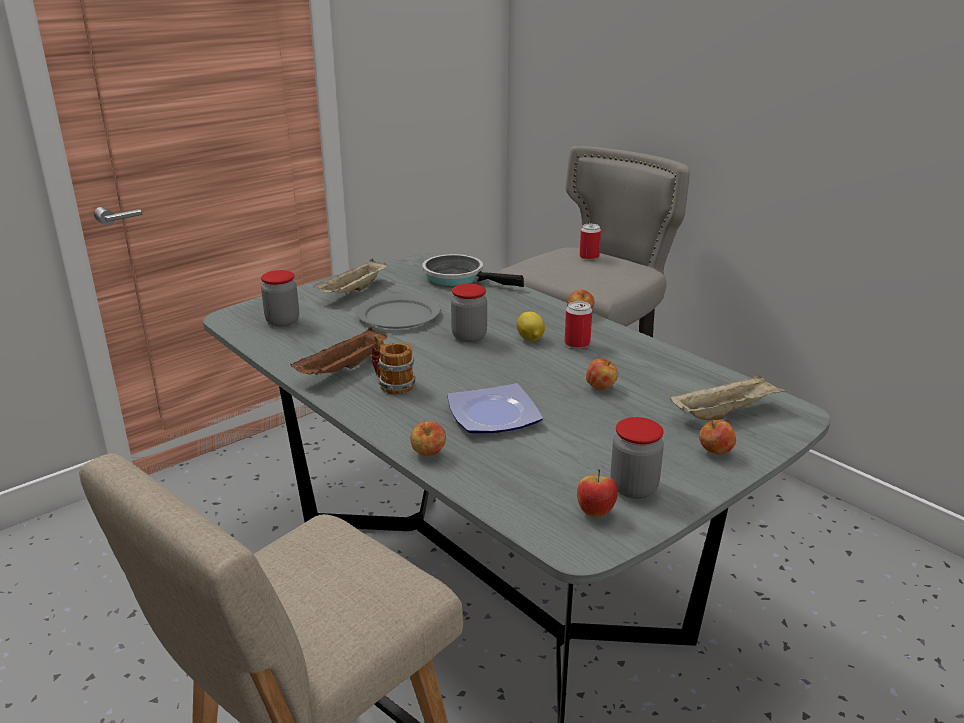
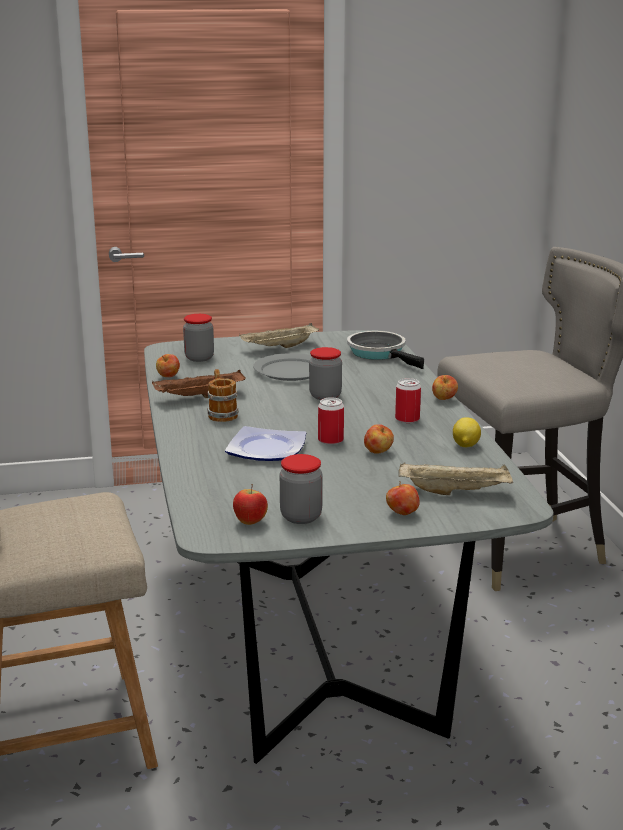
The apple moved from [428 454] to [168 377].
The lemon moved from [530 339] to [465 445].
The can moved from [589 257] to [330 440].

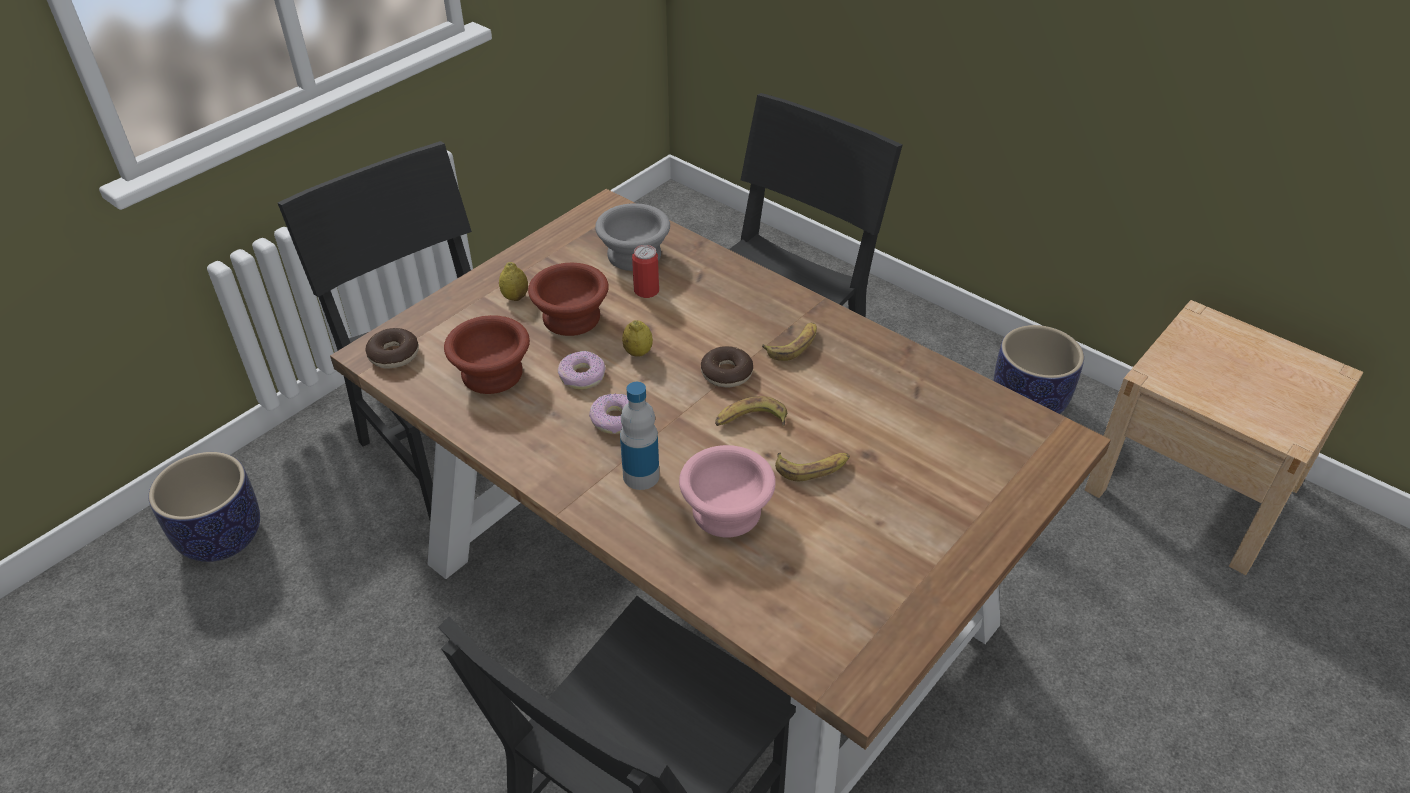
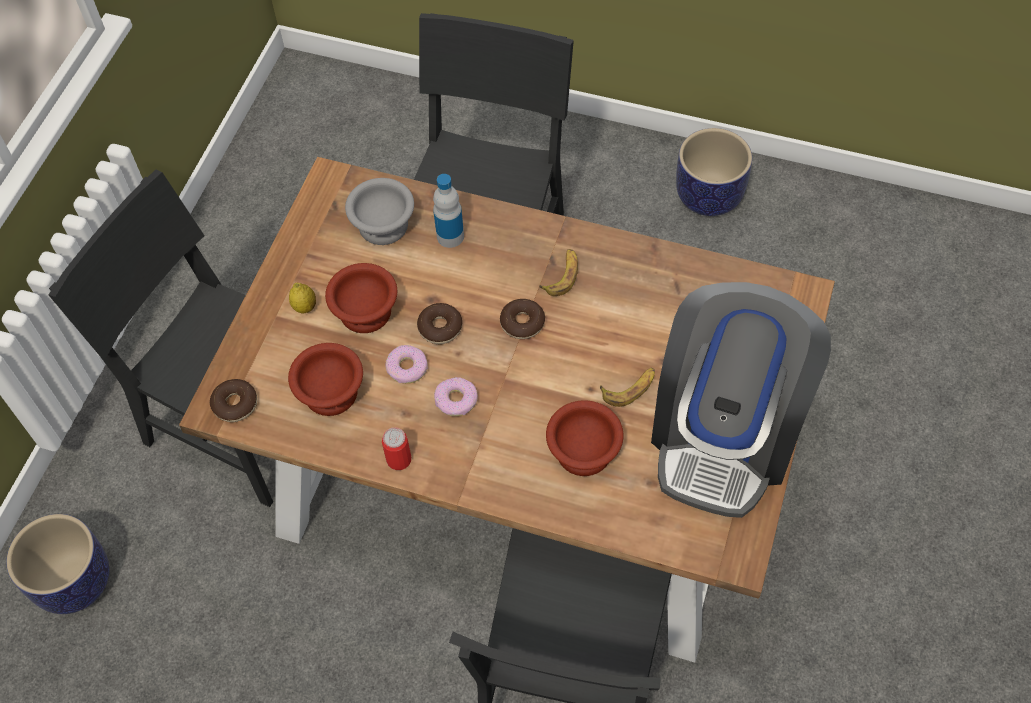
The banana at [750 421] disappeared.
The beige nightstand at [1193 487] disappeared.
The coffee machine at [726 433] appeared.
The bottle moved from [641 476] to [450 236].
The can moved from [646 291] to [399 459].
The lemon at [638 352] was replaced by the donut at [440 327].
The pink bowl at [729 512] became the brown bowl at [586 451].

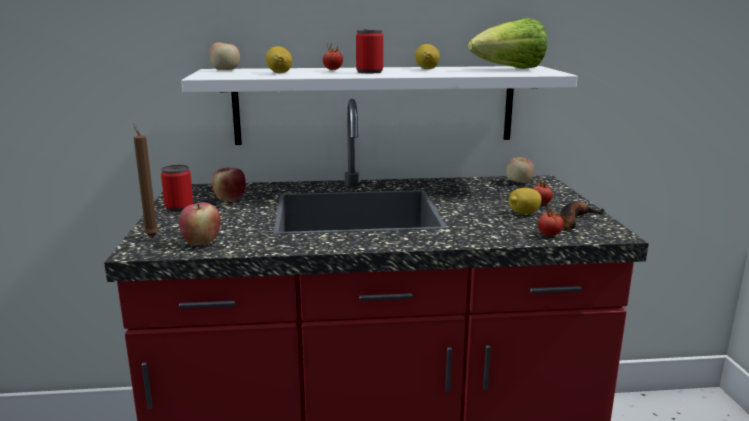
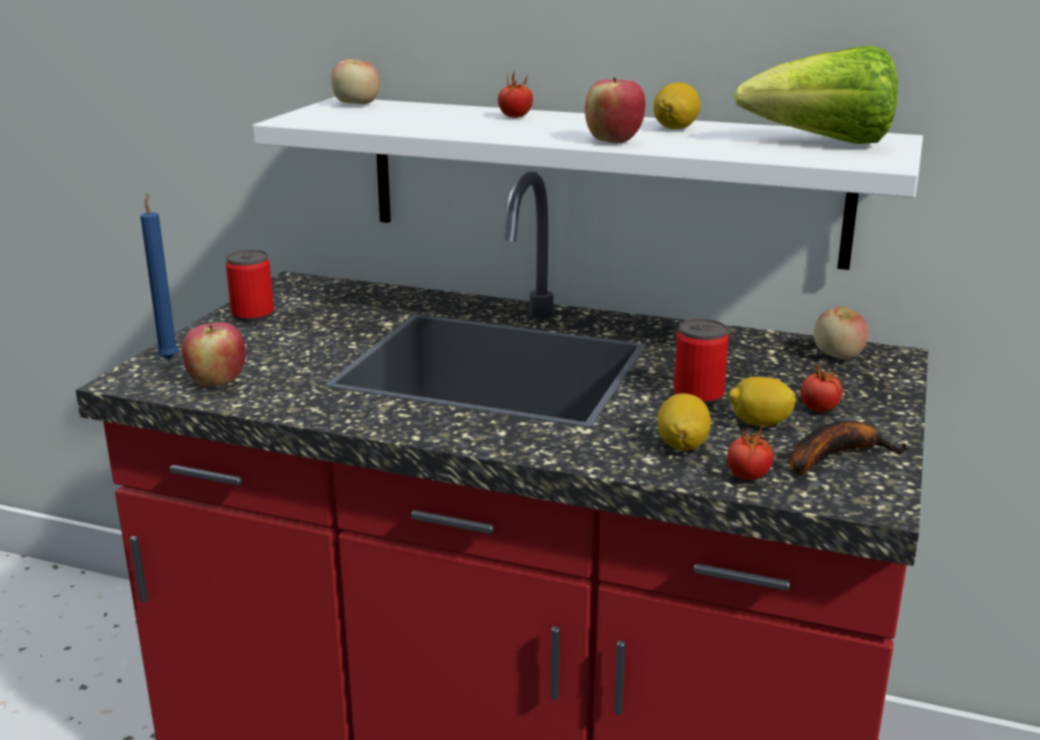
The apple moved from [230 200] to [613 141].
The lemon moved from [279 72] to [682 445].
The can moved from [369 72] to [698 396].
The brown candle at [151 236] became the blue candle at [169 358].

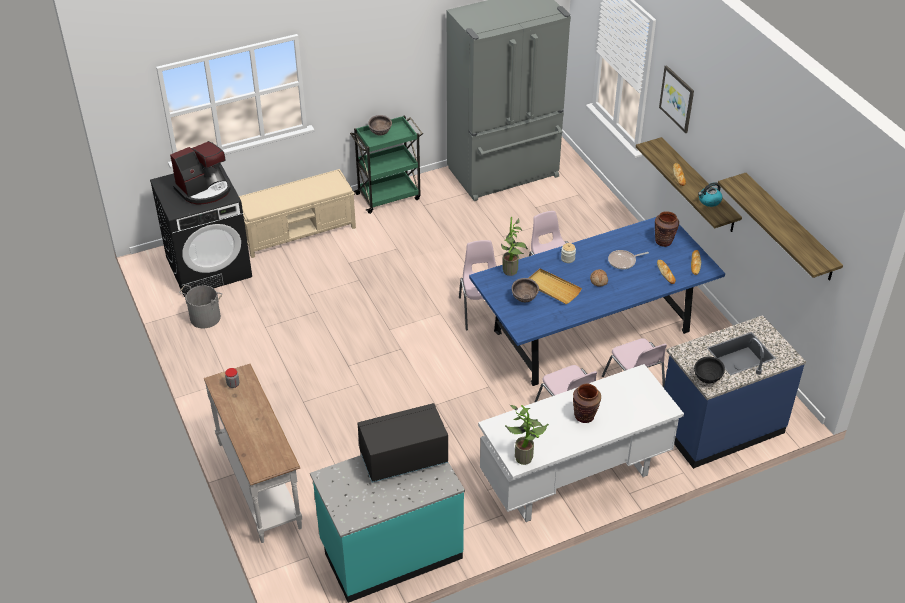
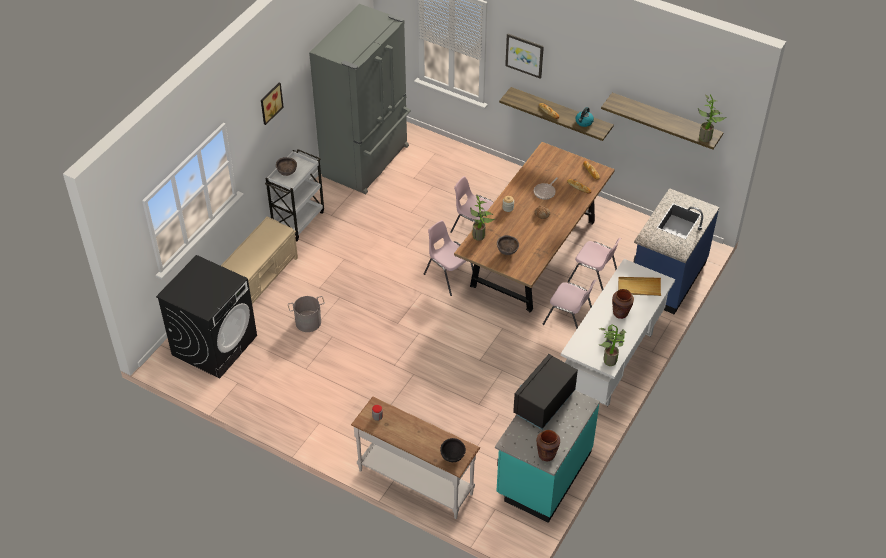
The coffee machine at [204 190] disappeared.
The picture at [270 102] appeared.
The potted plant at [706 137] appeared.
The grey bucket moved from [205 317] to [308 322].
The beige tray moved from [552 288] to [639 288].
The brown vase moved from [663 241] to [546 455].
The black bowl moved from [707 379] to [452 457].
The green cart at [389 196] became the white cart at [298 220].
The blue dining table at [591 331] became the brown dining table at [533 253].

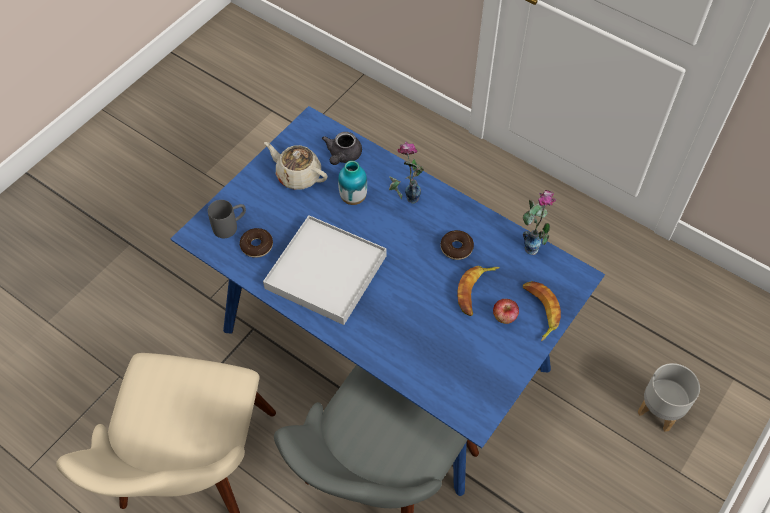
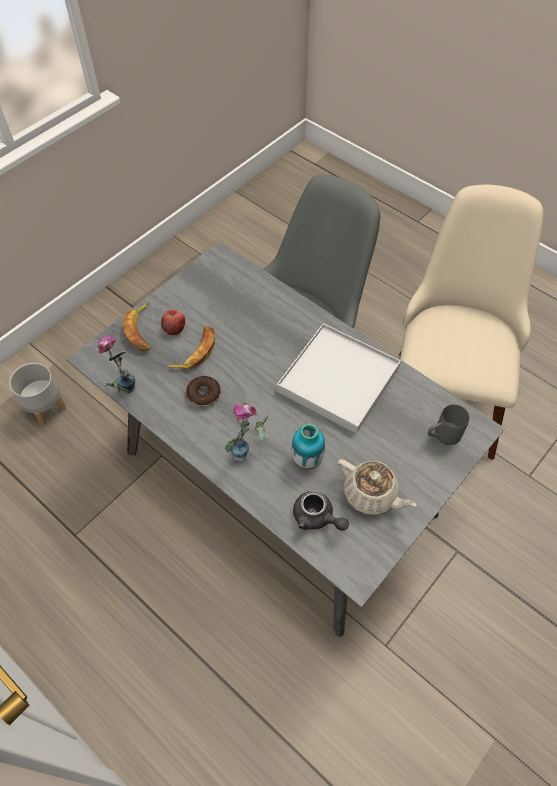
The donut at [257 246] disappeared.
The blue dining table at [387 348] became the grey dining table at [276 482].
The grey teapot at [343 156] turned 105 degrees clockwise.

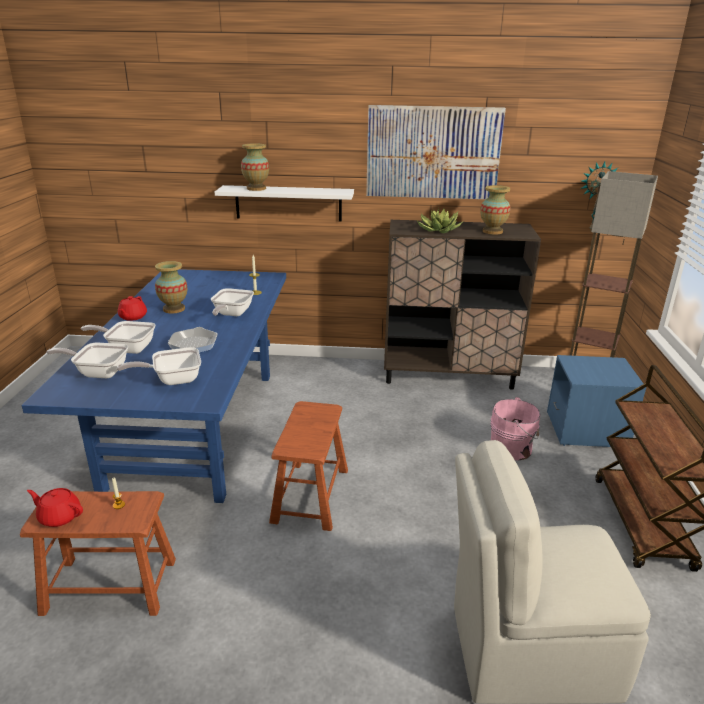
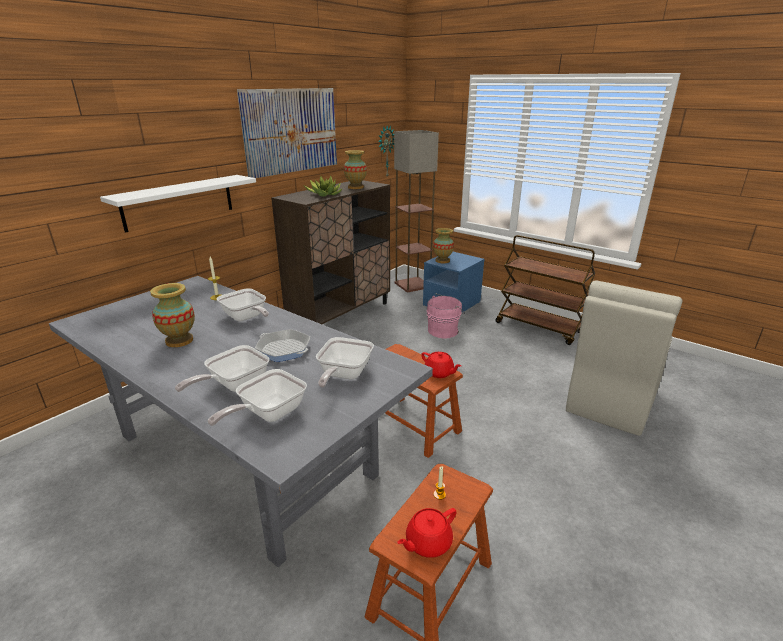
The red teapot moved from [132 317] to [439 373].
The vase moved from [256 188] to [442 261].
The blue dining table at [196 426] became the grey dining table at [242 454].

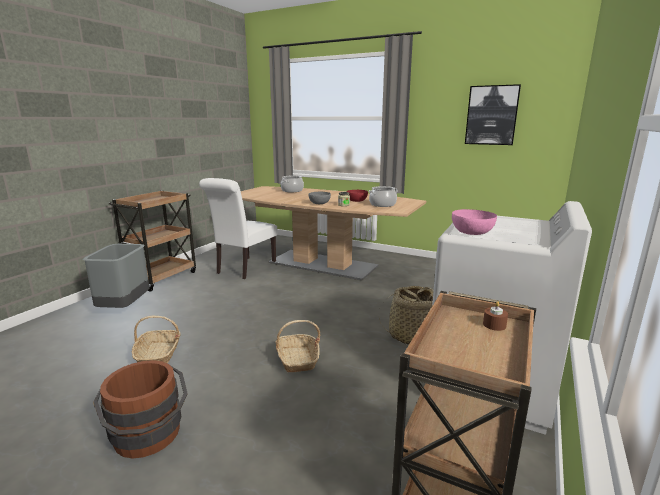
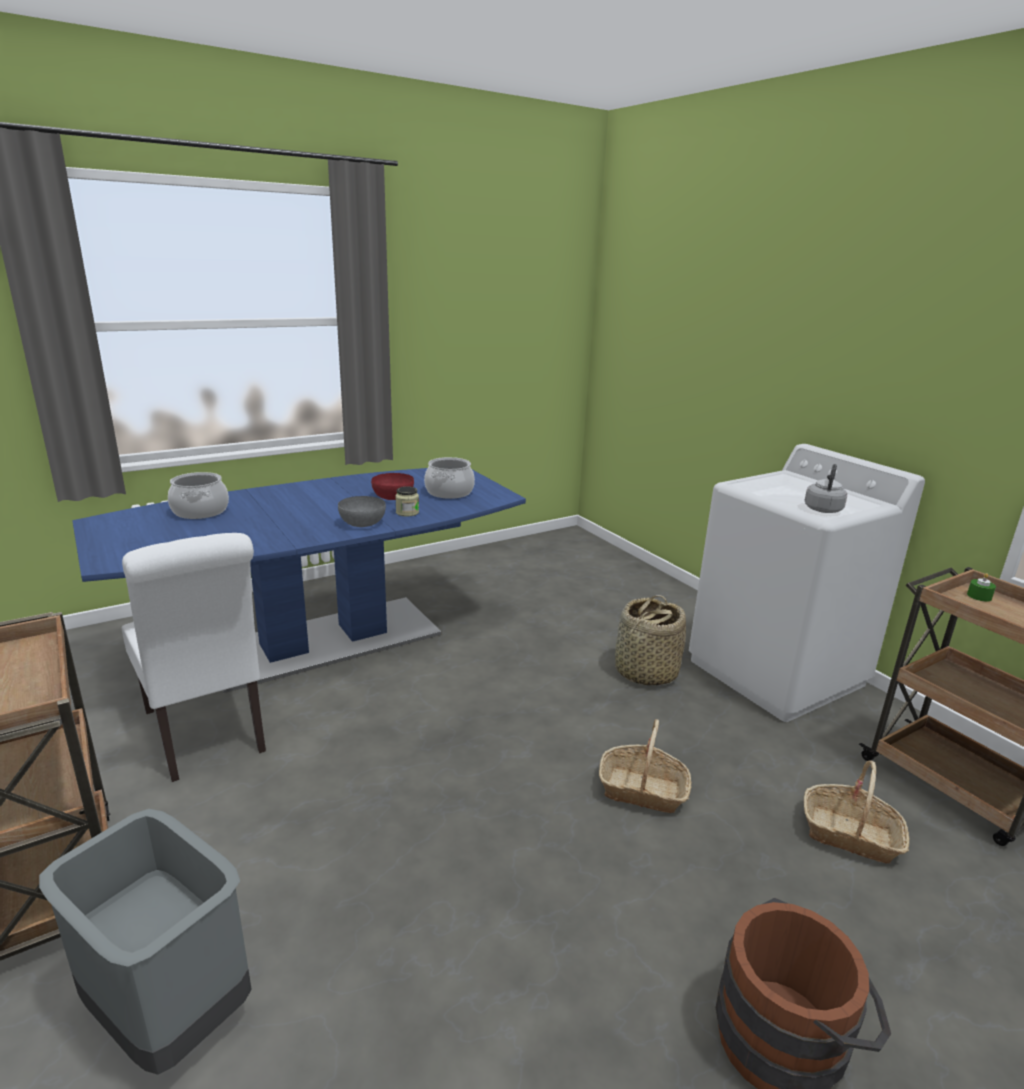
The picture at [491 115] disappeared.
The basket moved from [158 354] to [850 834].
The pink bowl at [472 232] was replaced by the grey kettle at [823 509].
The brown dining table at [322 264] became the blue dining table at [324 641].
The brown candle at [494 325] became the green candle at [979 596].

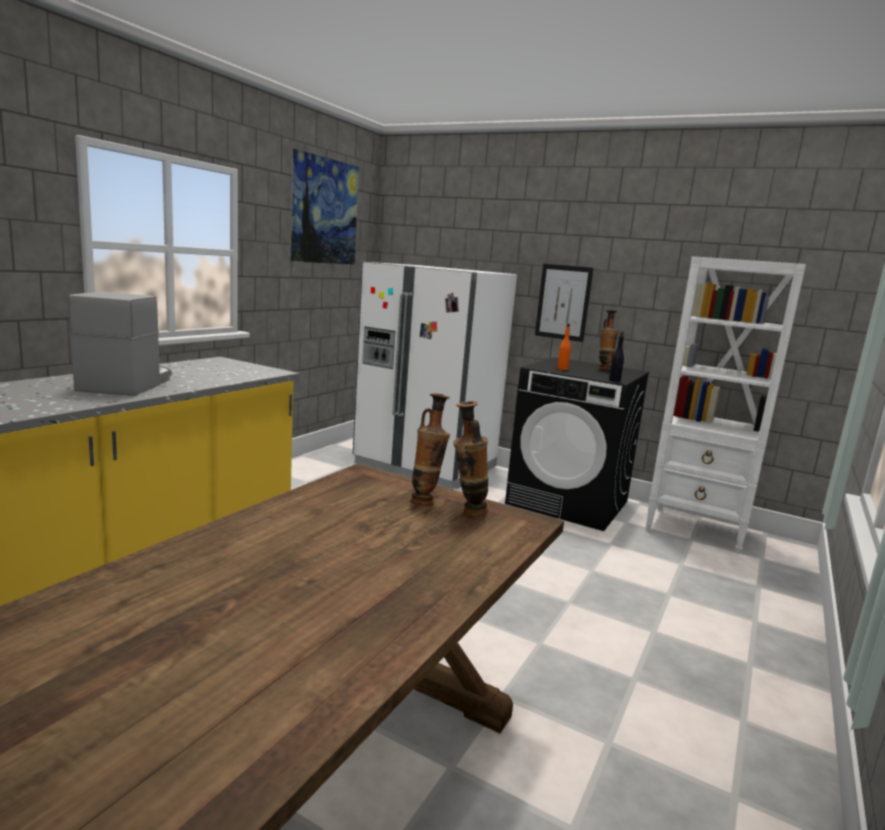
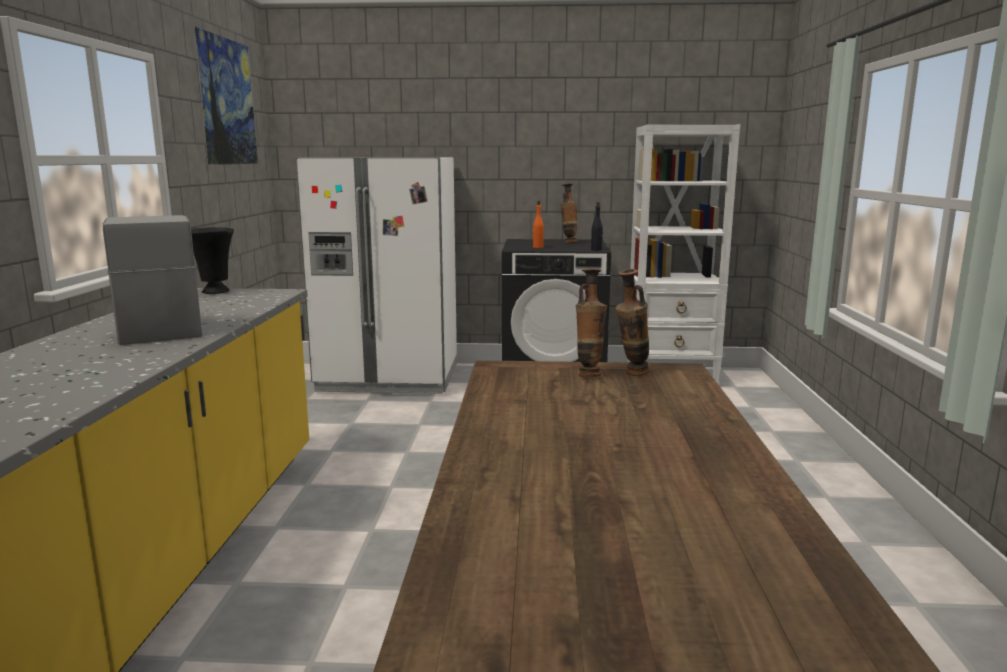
The picture at [563 302] disappeared.
The black vase at [215 292] appeared.

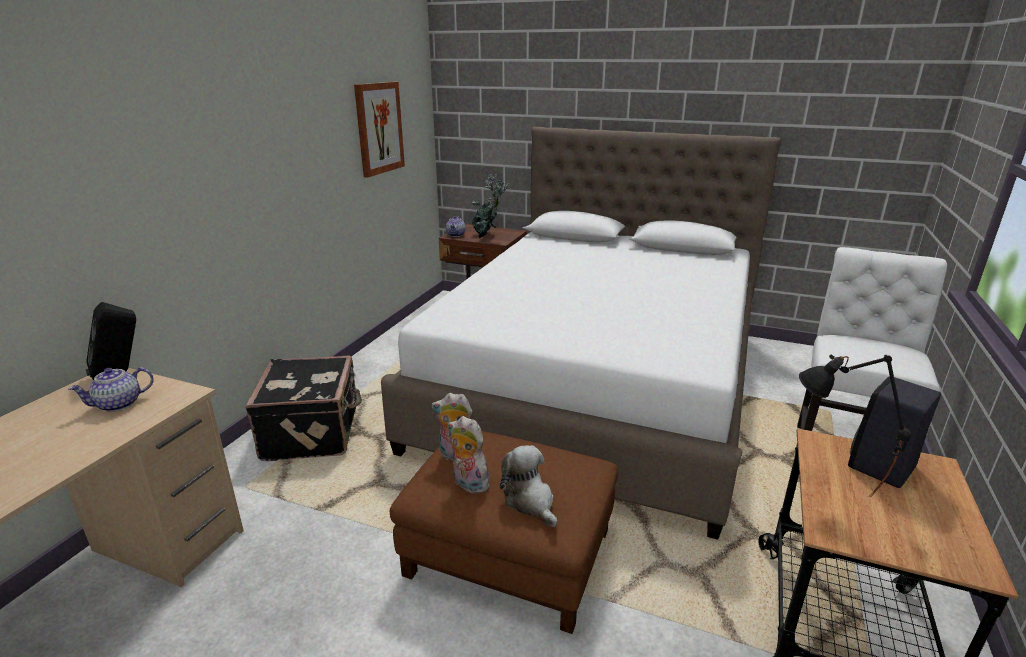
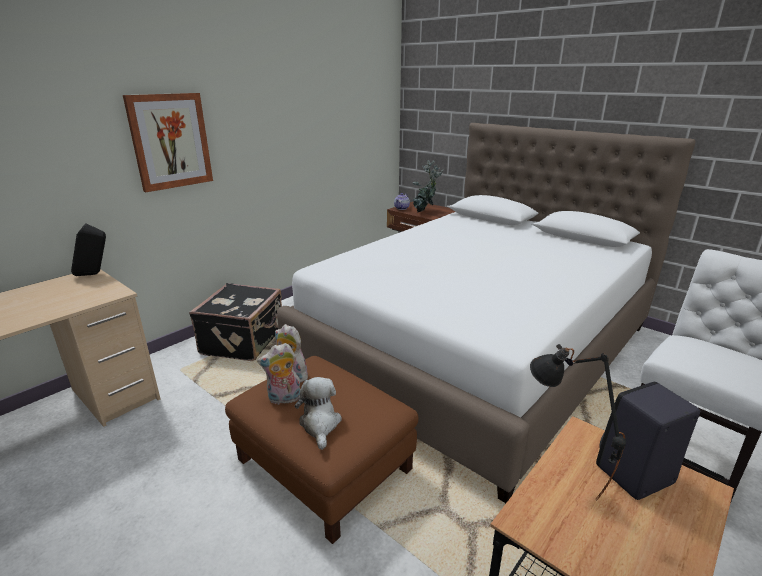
The teapot at [119 404] disappeared.
The picture moved from [379 128] to [170 141].
The plush toy at [468 484] turned 75 degrees counterclockwise.

